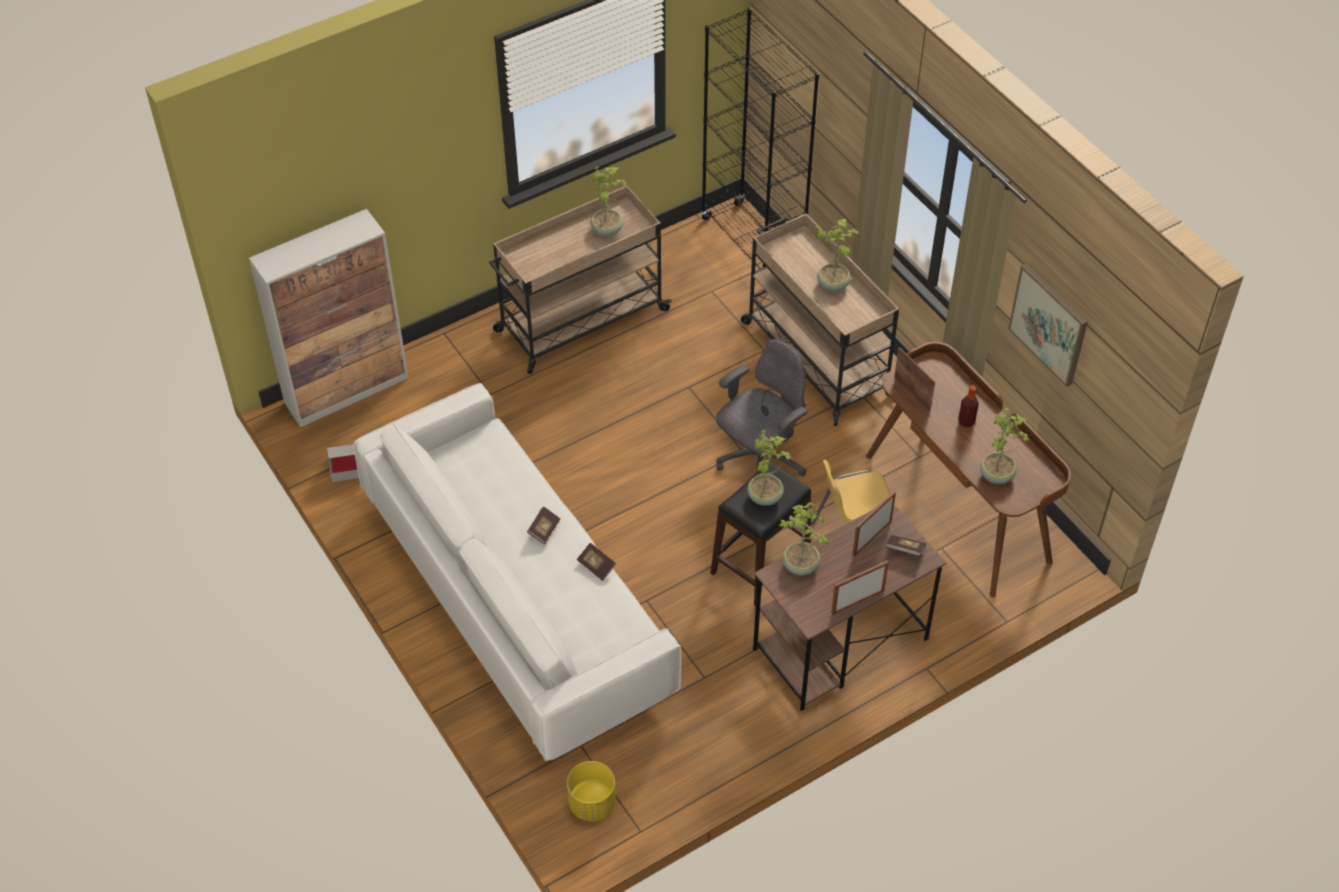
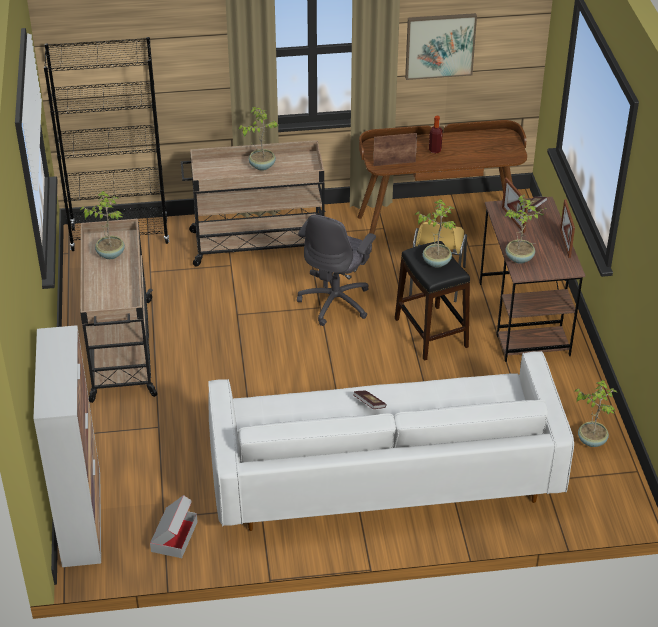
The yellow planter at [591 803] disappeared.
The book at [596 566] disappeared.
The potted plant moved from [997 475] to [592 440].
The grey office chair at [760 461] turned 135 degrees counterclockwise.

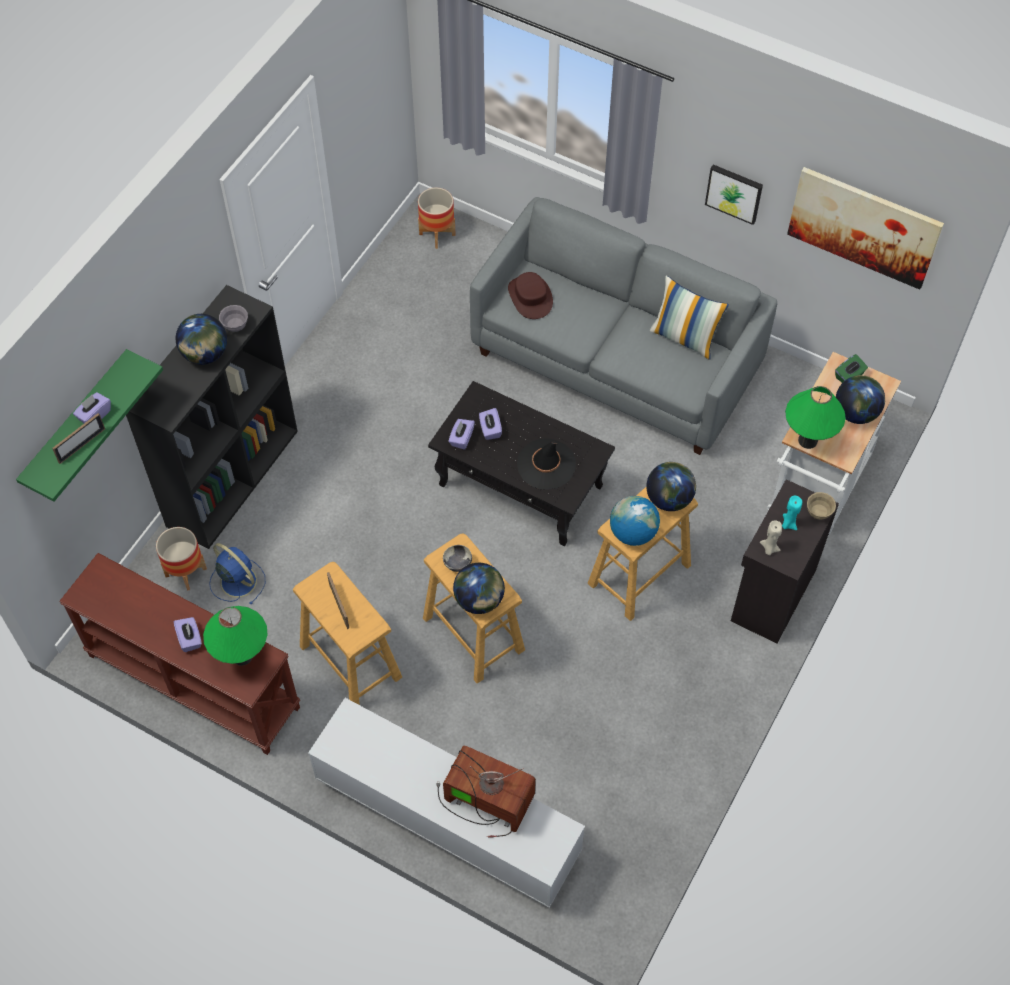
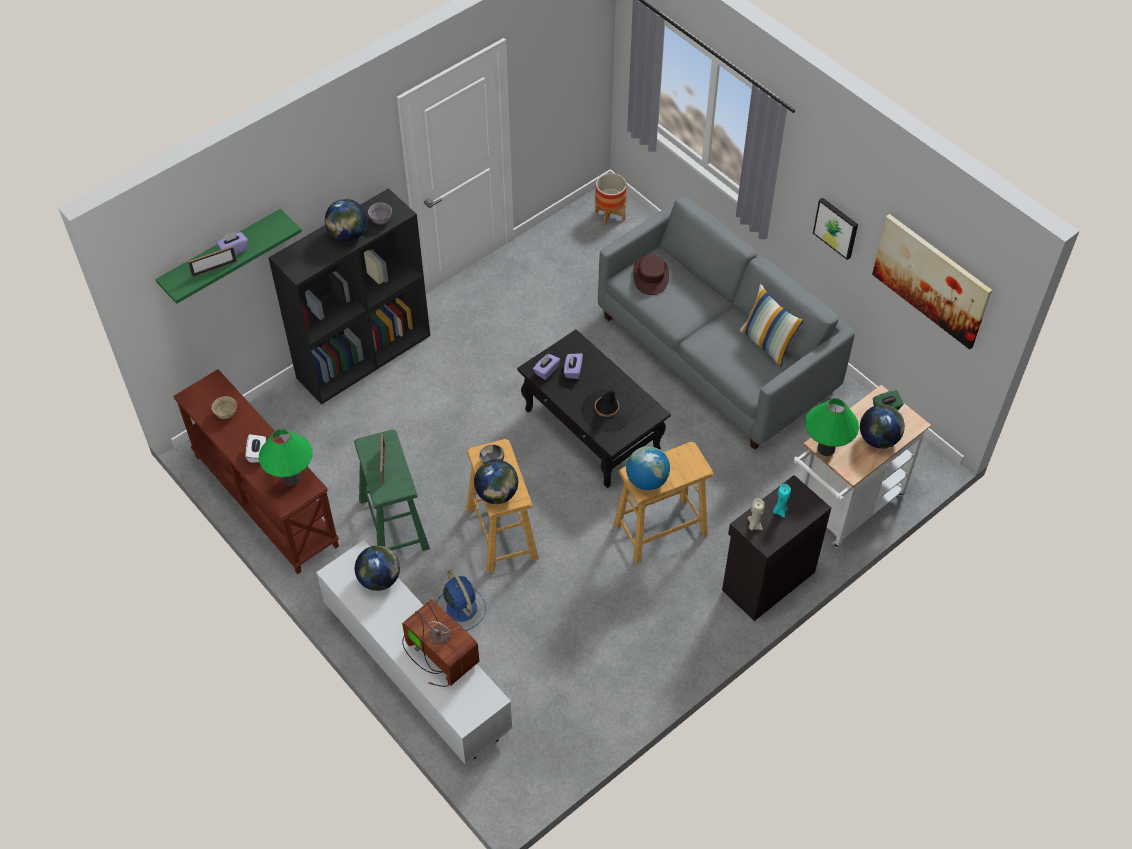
The planter at [186 572] disappeared.
The blue fan moved from [237 580] to [461 607].
The globe moved from [669 499] to [379 579].
The beige bowl moved from [818 512] to [226 414].
The purple tissue box at [190 639] became the white tissue box at [257 453].
The beige stool at [350 661] became the green stool at [394 523].

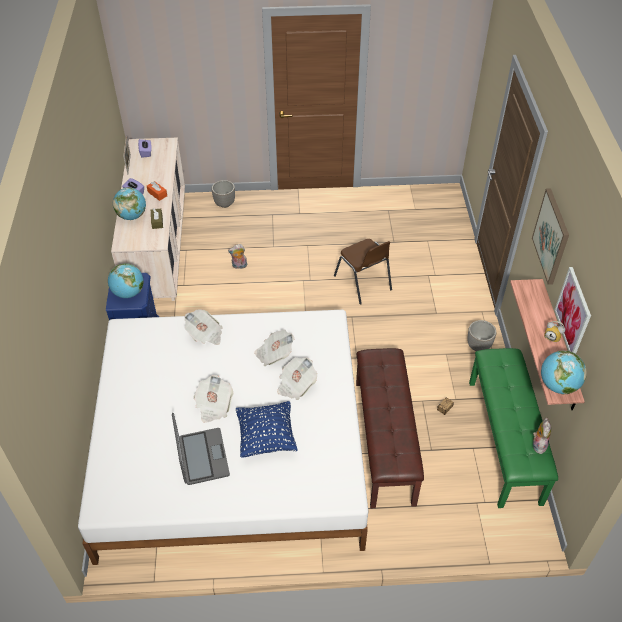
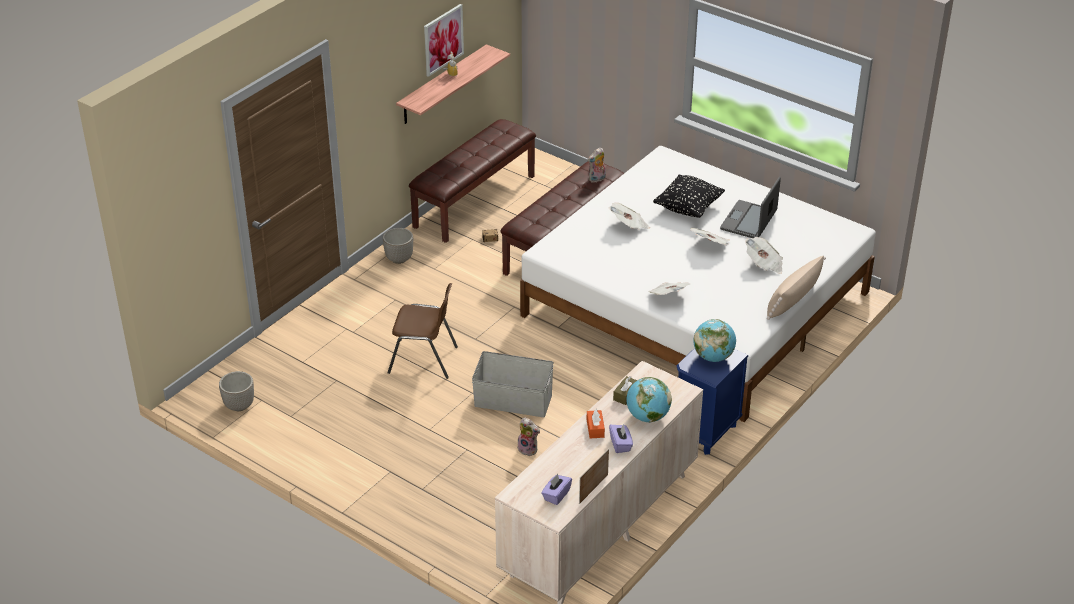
The picture at [551 236] disappeared.
The globe at [558 385] disappeared.
The grey storage box at [513 400] appeared.
The beige pillow at [792 300] appeared.
The planter moved from [224 204] to [239 405].
The newspaper moved from [274 354] to [764 264].
The plush toy moved from [538 444] to [597 179].
The blue pillow at [266 437] became the black pillow at [688 208].
The green bench at [505 440] became the brown bench at [474 201].
The brown chair at [363 283] turned 90 degrees clockwise.

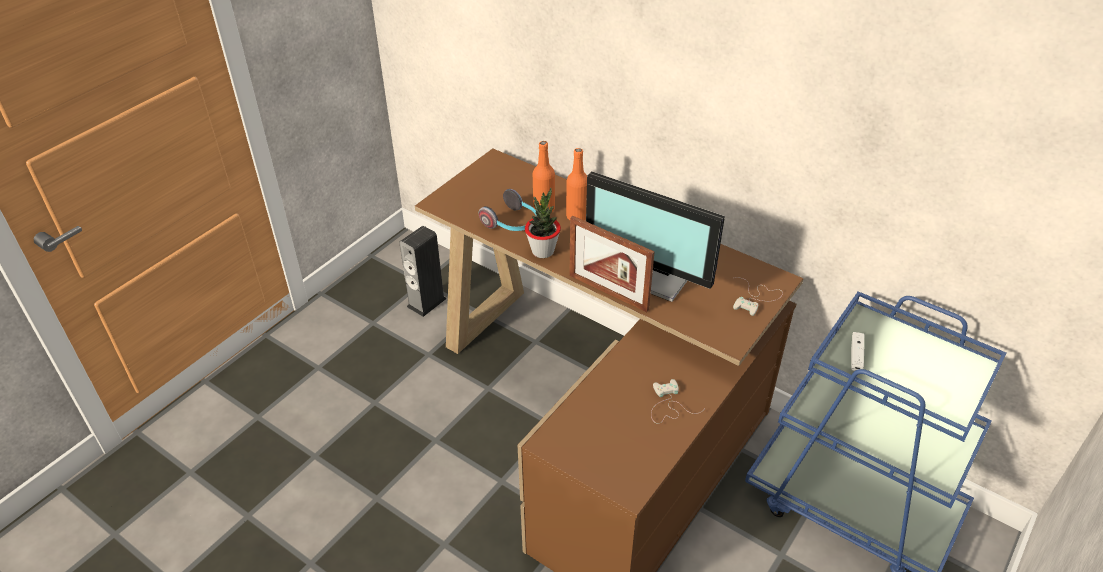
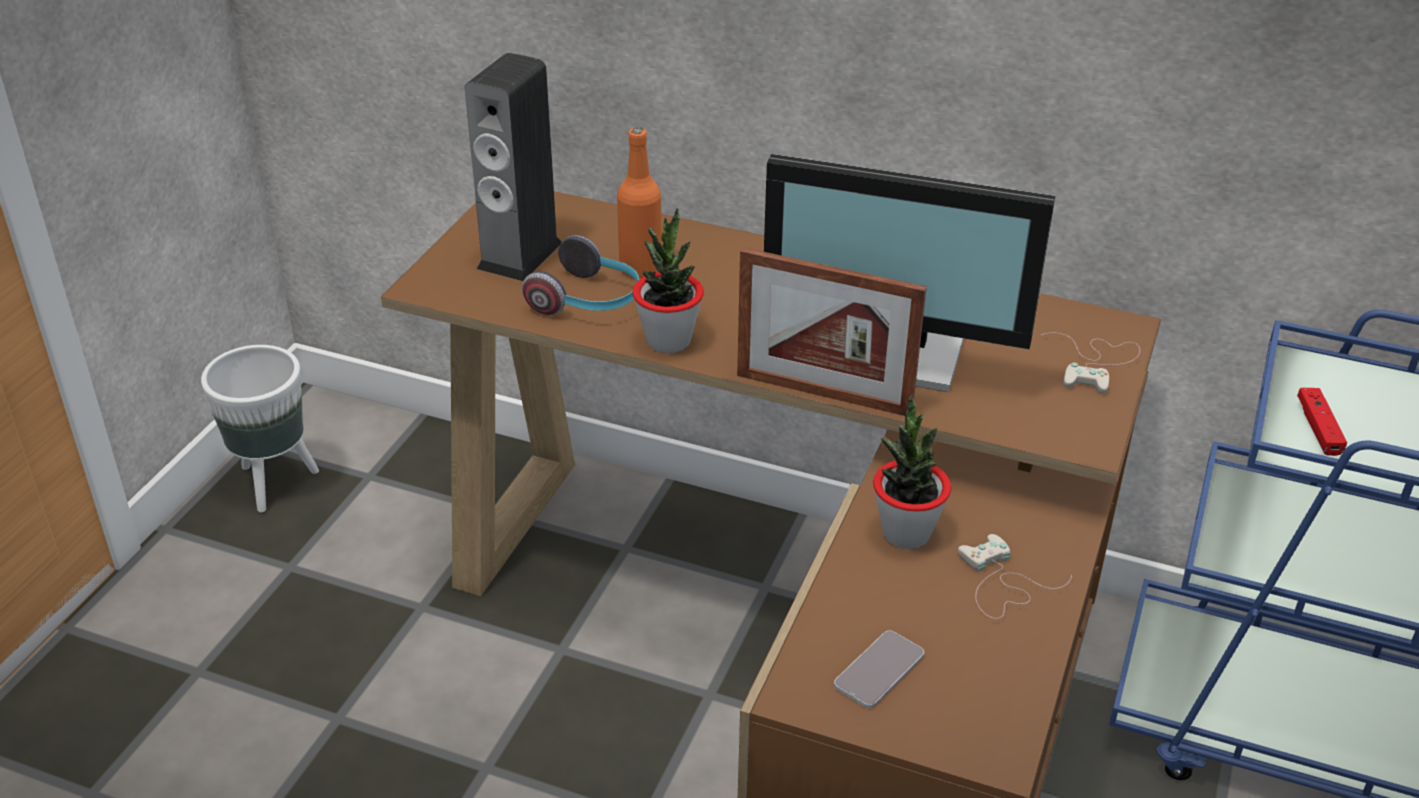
The orange bottle at [577 216] disappeared.
The white planter at [273 483] appeared.
The phone at [879 670] appeared.
The potted plant at [906 533] appeared.
The speaker moved from [426 302] to [520 255].
The white game controller at [856 355] became the red game controller at [1318 428].

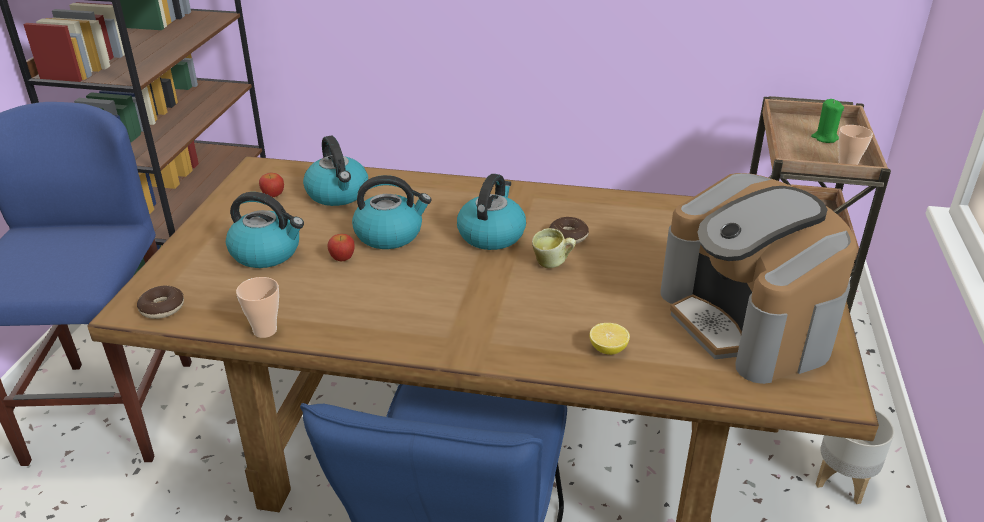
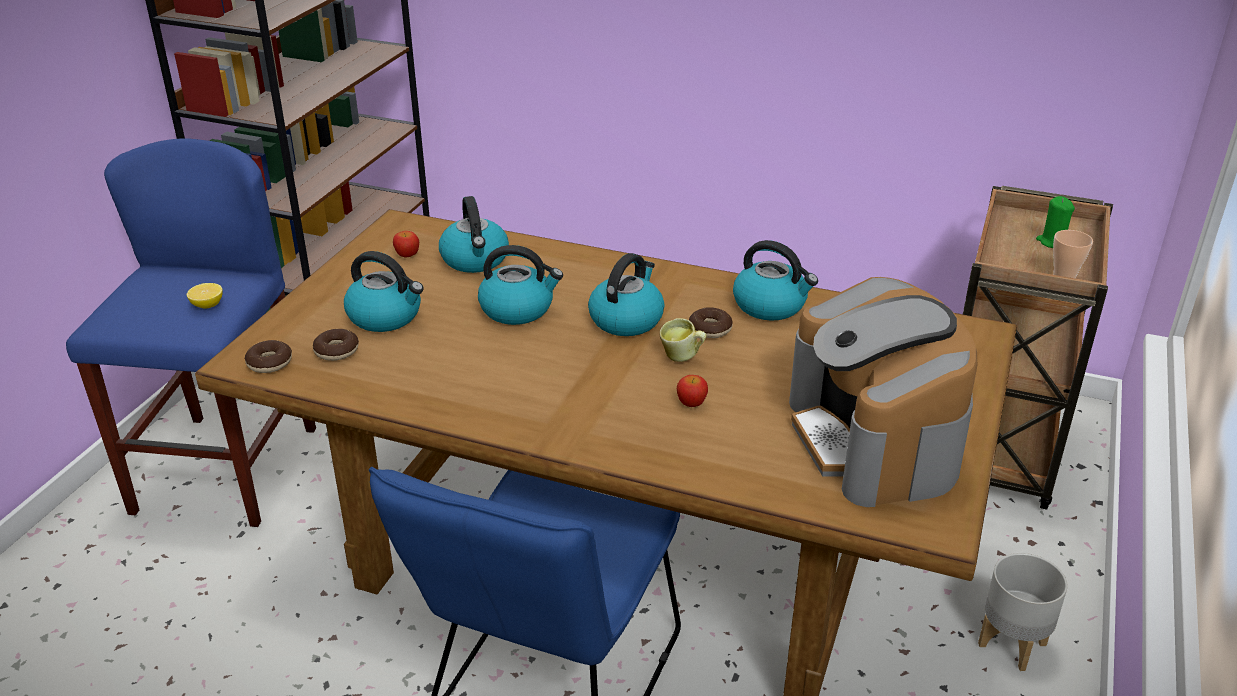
The cup at [265 330] disappeared.
The donut at [336 351] appeared.
The kettle at [771 305] appeared.
The apple moved from [342 258] to [691 403].
The lemon moved from [608 349] to [207 305].

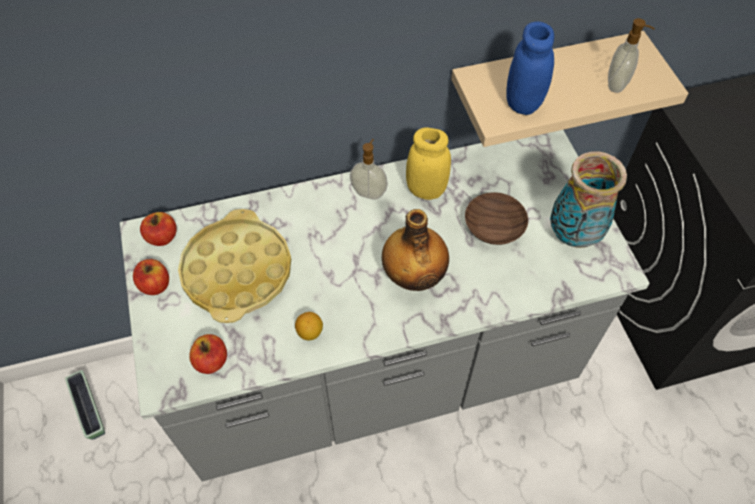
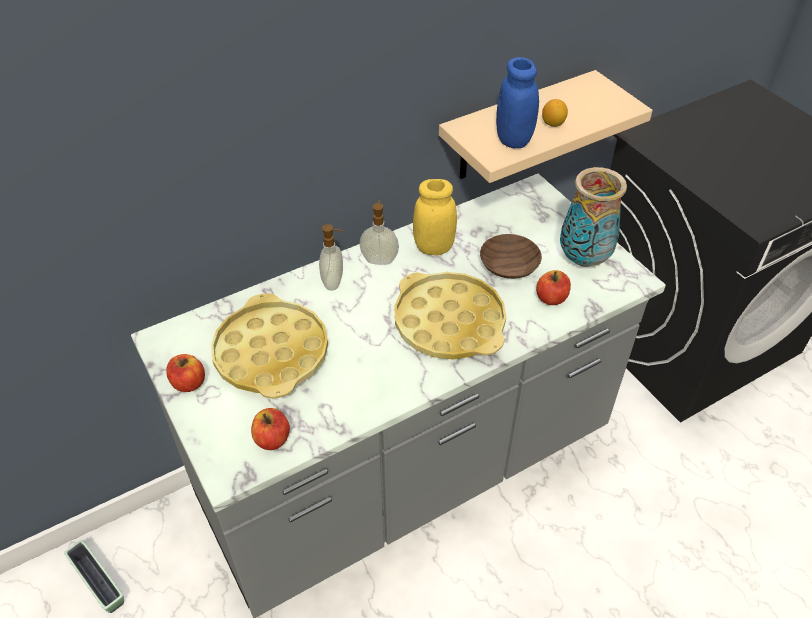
The apple moved from [162 237] to [551 298].
The lemon moved from [310 332] to [553 123].
The soap dispenser moved from [617 84] to [334 282].
The bottle at [414 276] was replaced by the yellow tray at [449 322].

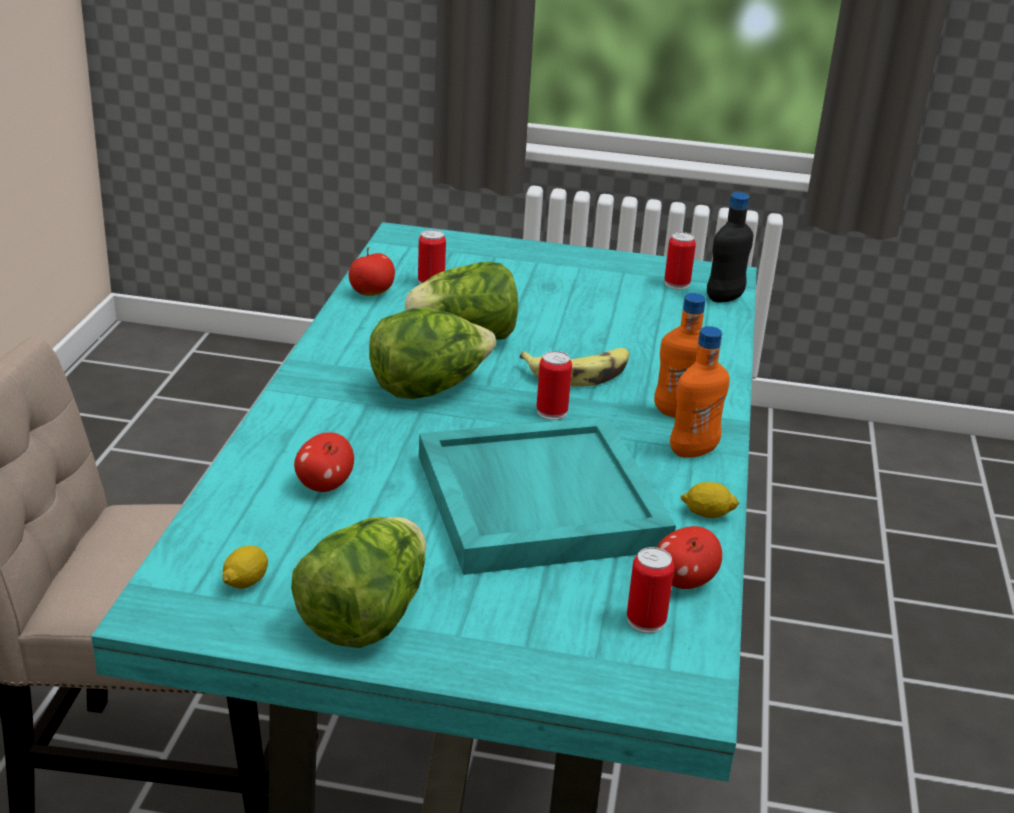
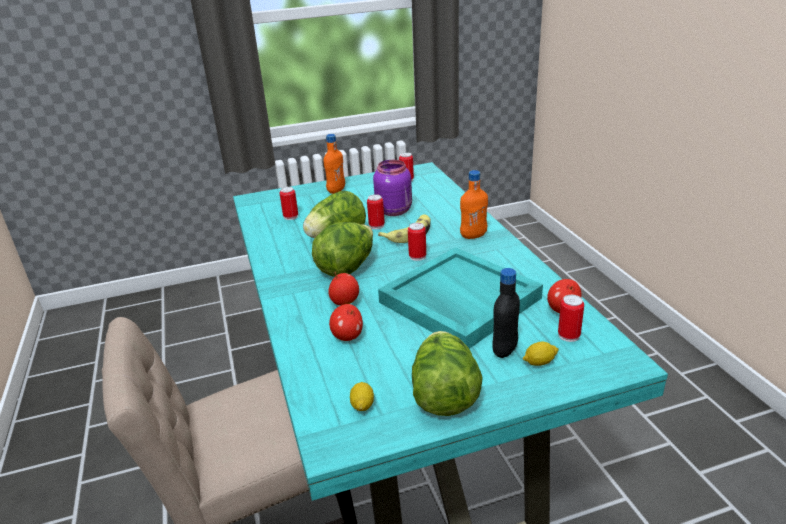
The can at [376 225] appeared.
The purple jar at [394 210] appeared.
The apple moved from [372 293] to [345 302].
The orange bottle moved from [693 451] to [336 190].
The lemon moved from [707 514] to [539 362].
The black bottle moved from [725 298] to [504 350].

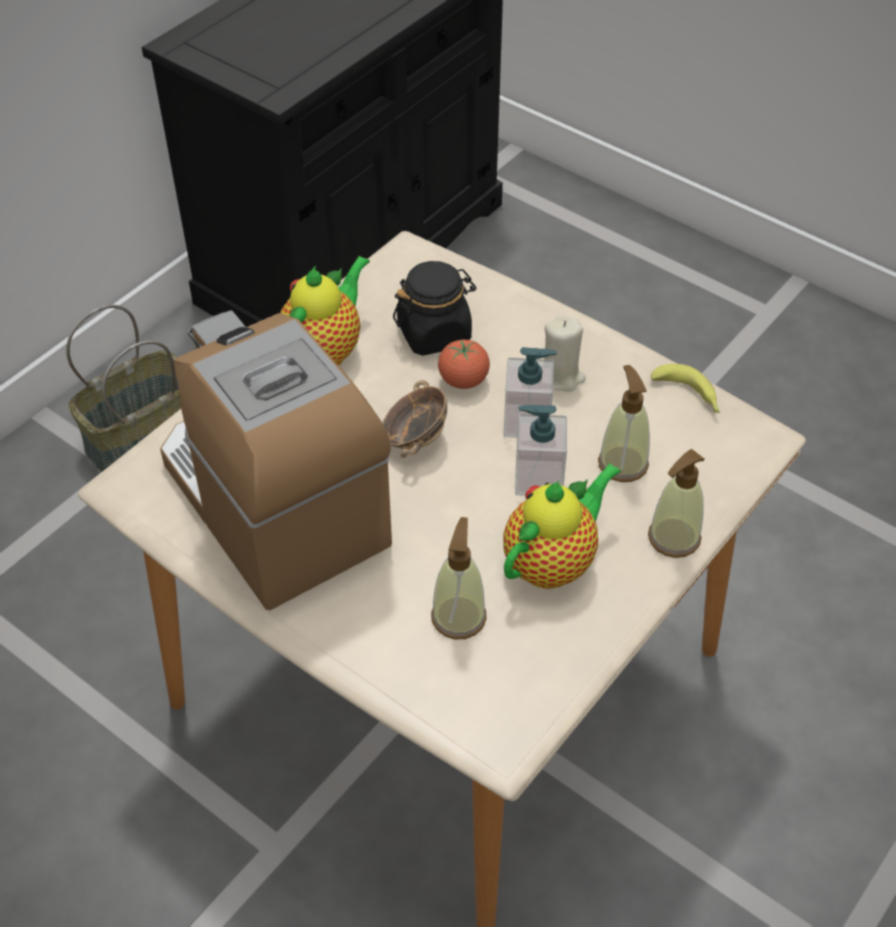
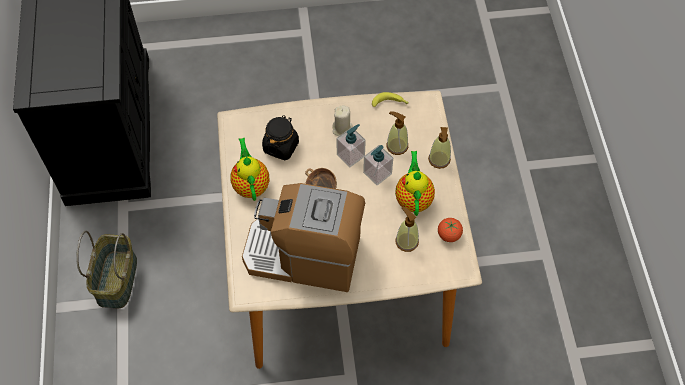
The tomato moved from [463 380] to [449 235].

